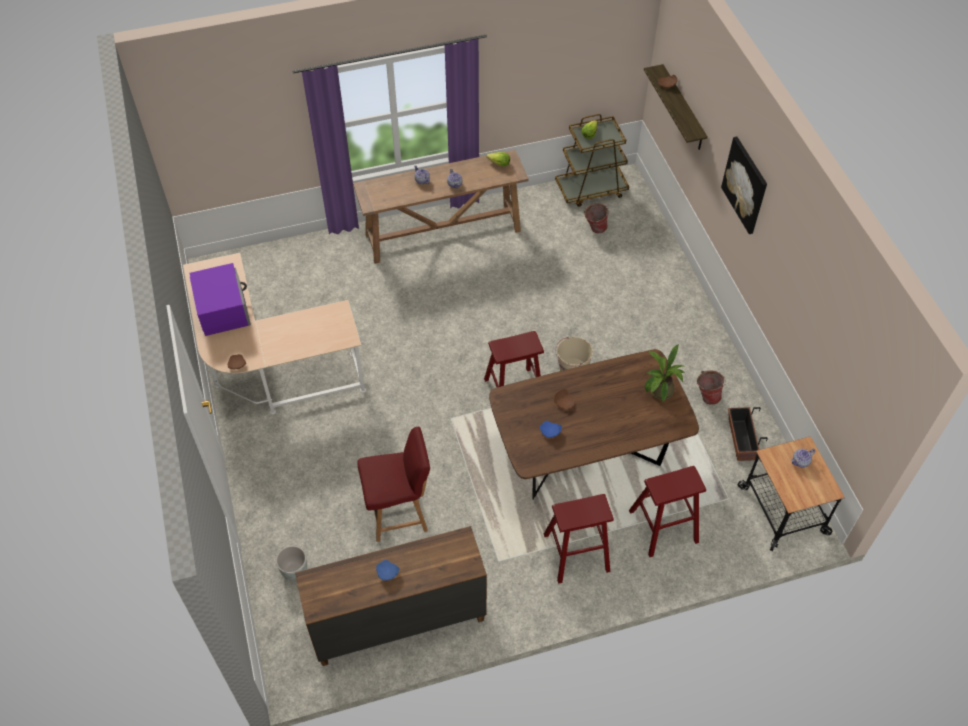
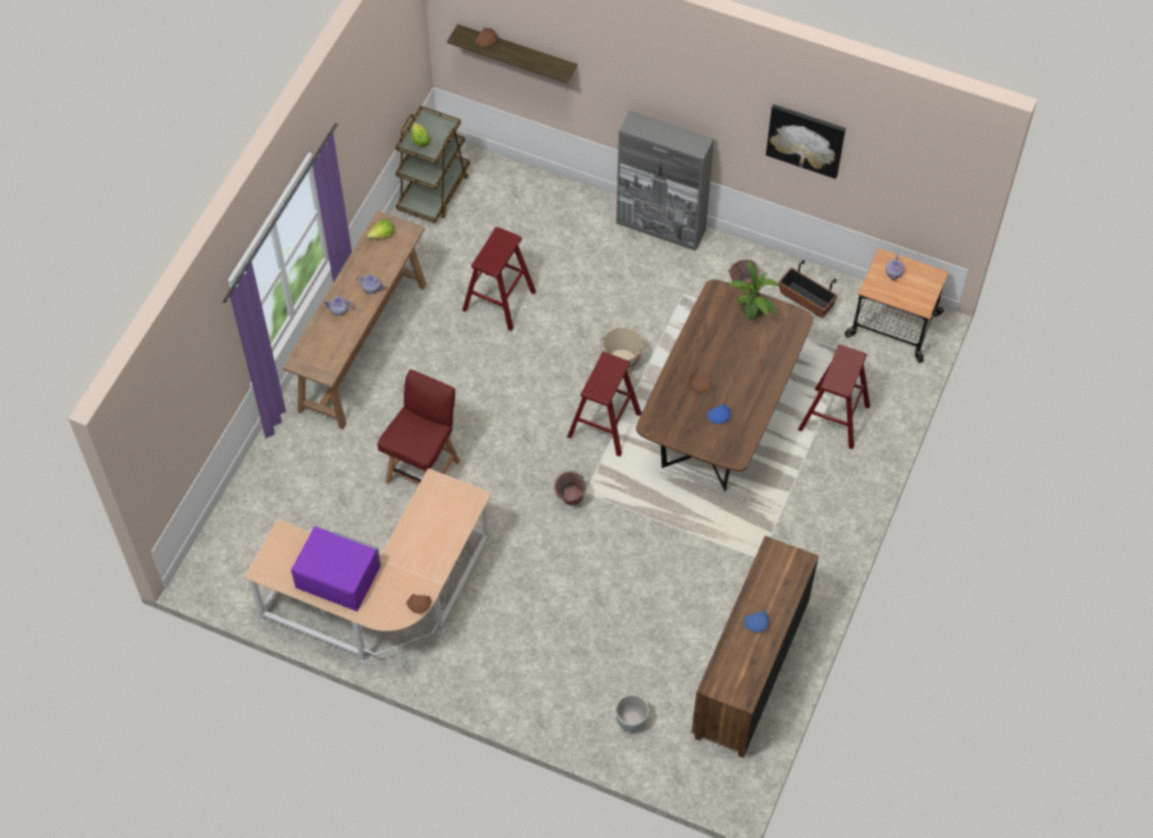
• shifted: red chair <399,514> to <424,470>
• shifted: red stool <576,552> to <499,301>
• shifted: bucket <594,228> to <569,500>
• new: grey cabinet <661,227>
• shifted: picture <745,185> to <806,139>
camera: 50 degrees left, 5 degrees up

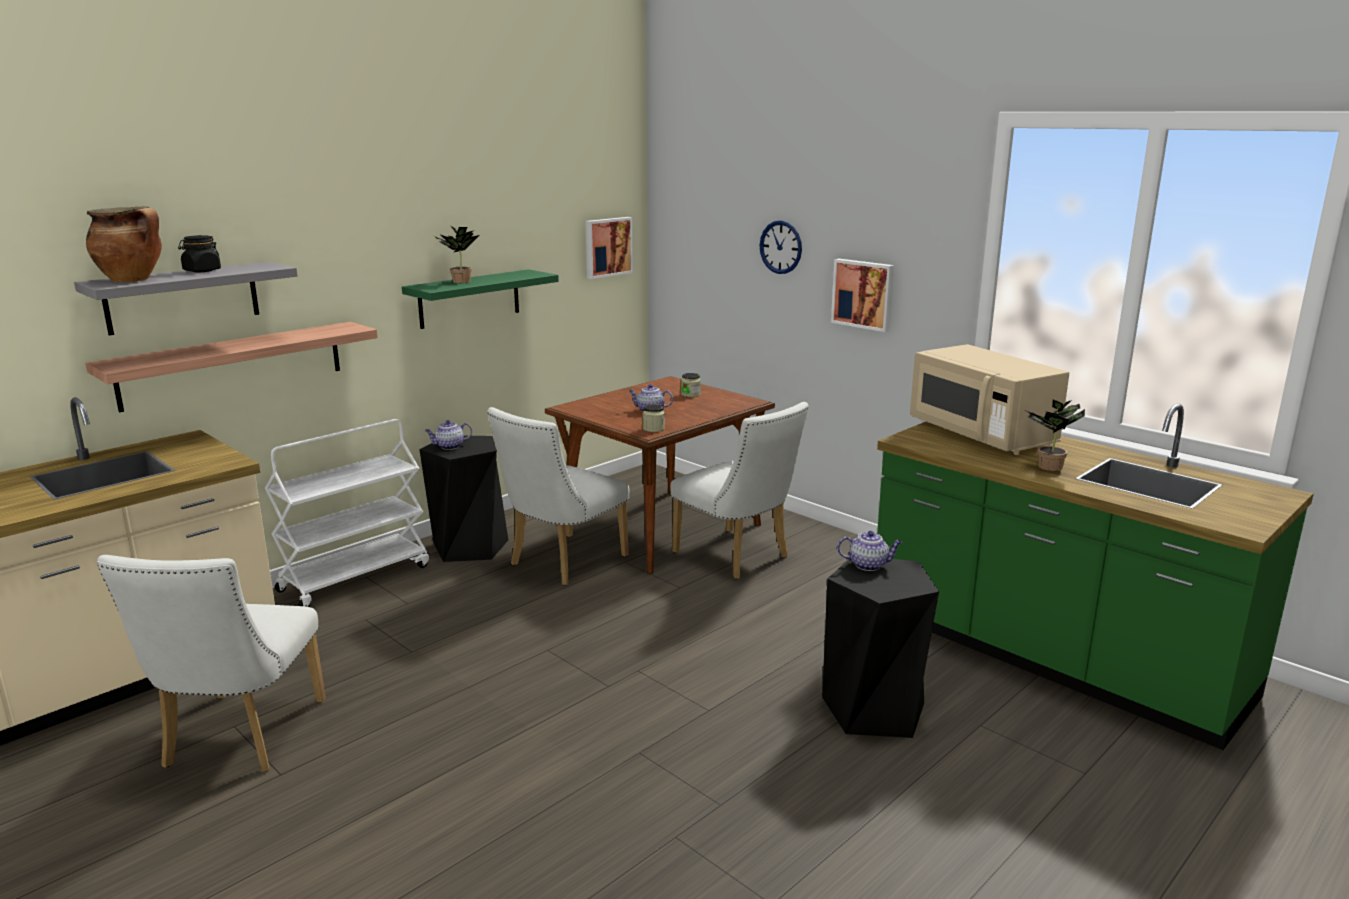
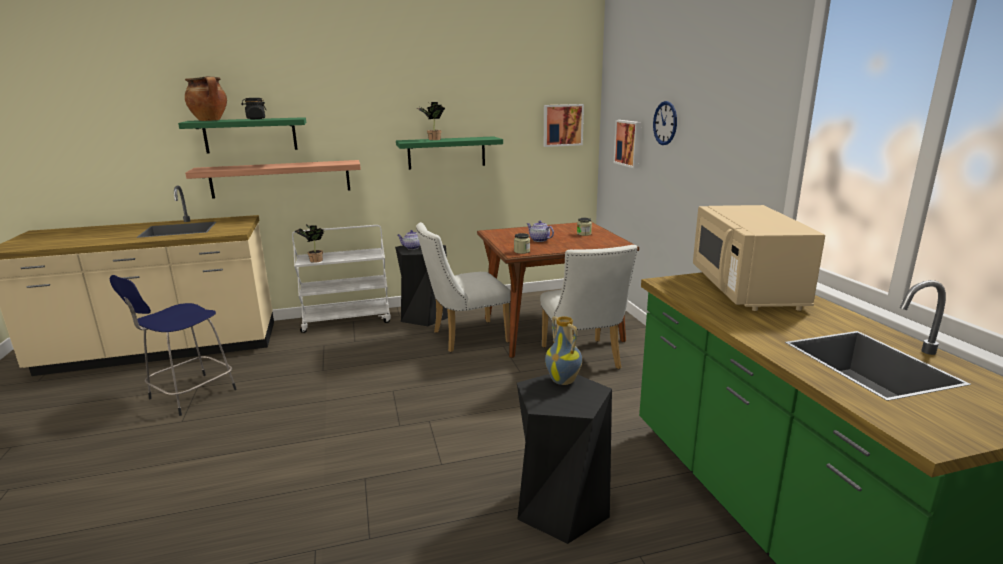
• swapped: white chair <239,740> to blue stool <190,395>
• repainted: grey shelf <182,297> to green shelf <250,135>
• shifted: potted plant <1048,467> to <314,260>
• swapped: teapot <869,565> to vase <564,380>
• shifted: picture <864,294> to <629,143>
camera: 30 degrees right, 0 degrees up

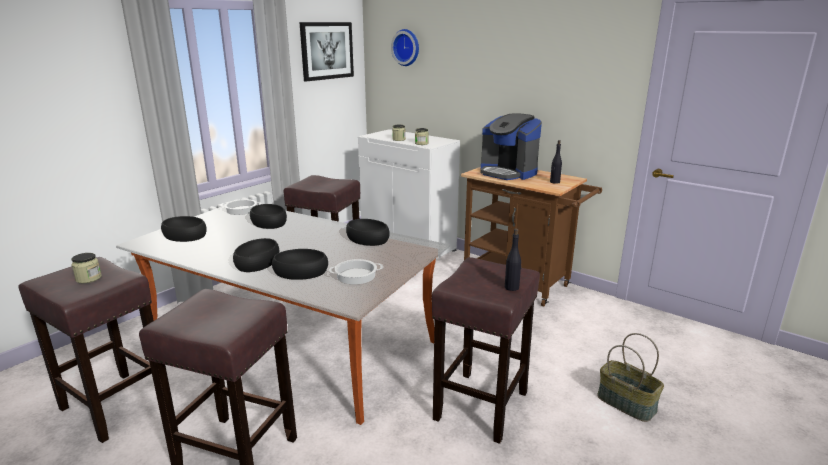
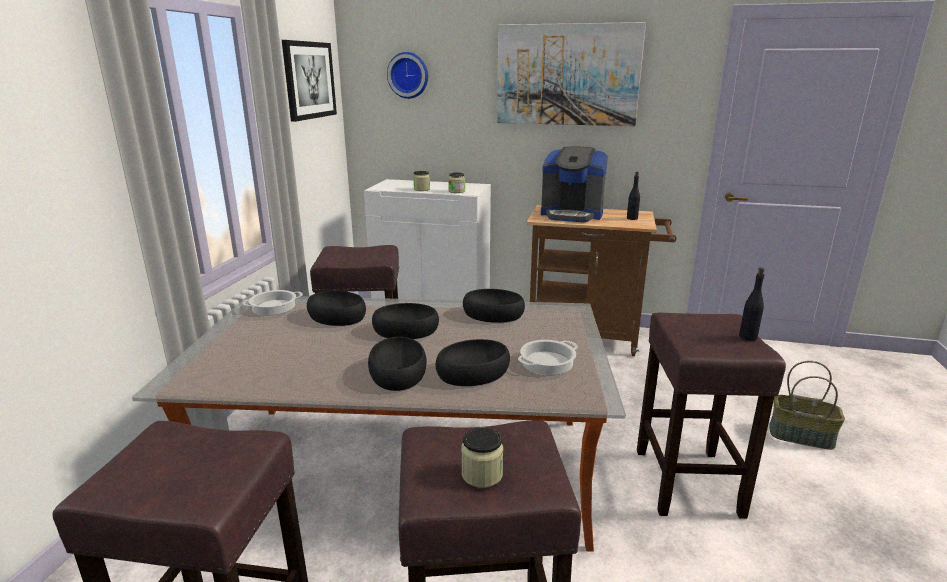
• shifted: black bowl <185,235> to <406,329>
• shifted: jar <88,278> to <482,474>
• new: picture <567,75>
camera: 25 degrees left, 0 degrees up

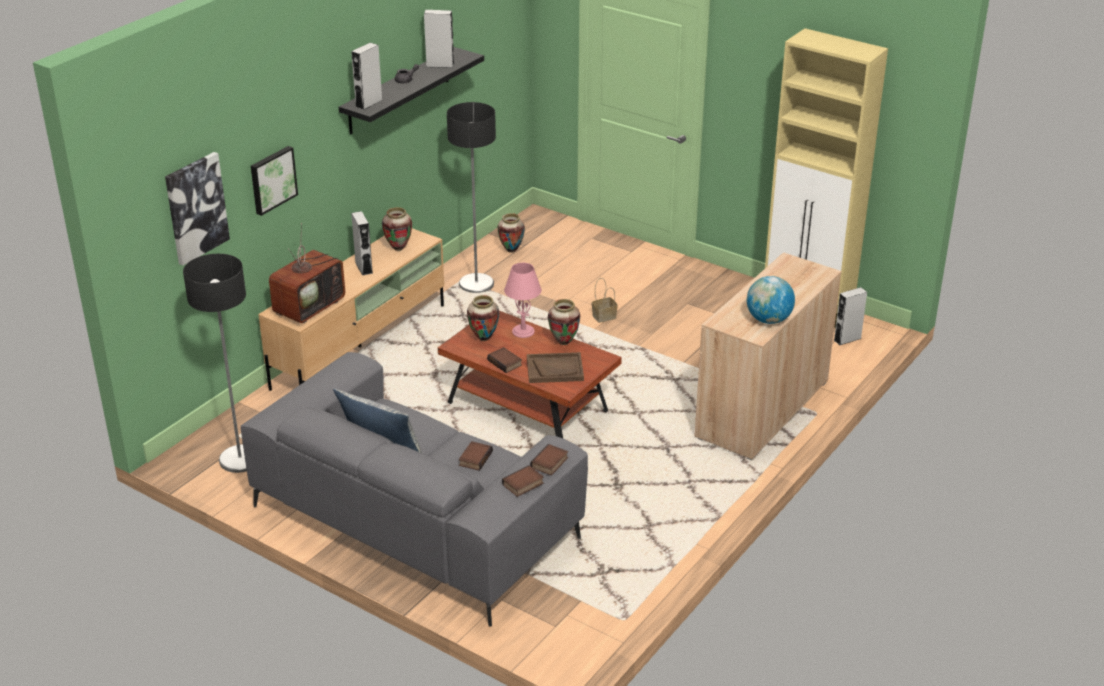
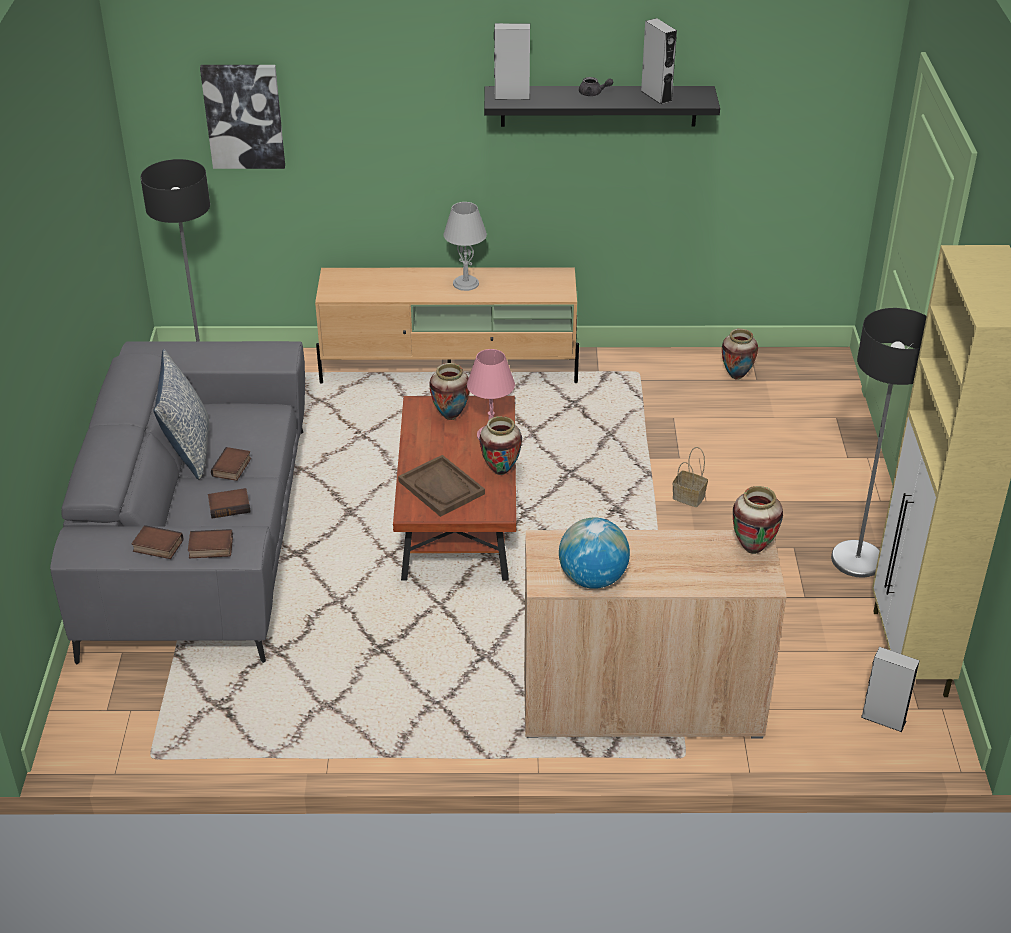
• shifted: book <506,363> to <232,468>
• swapped: grey speaker <364,267> to grey table lamp <466,283>
• shifted: vase <398,248> to <753,548>
• shifted: floor lamp <476,284> to <857,560>
• gone: picture <272,179>
• gone: television <309,306>
camera: 55 degrees right, 5 degrees up

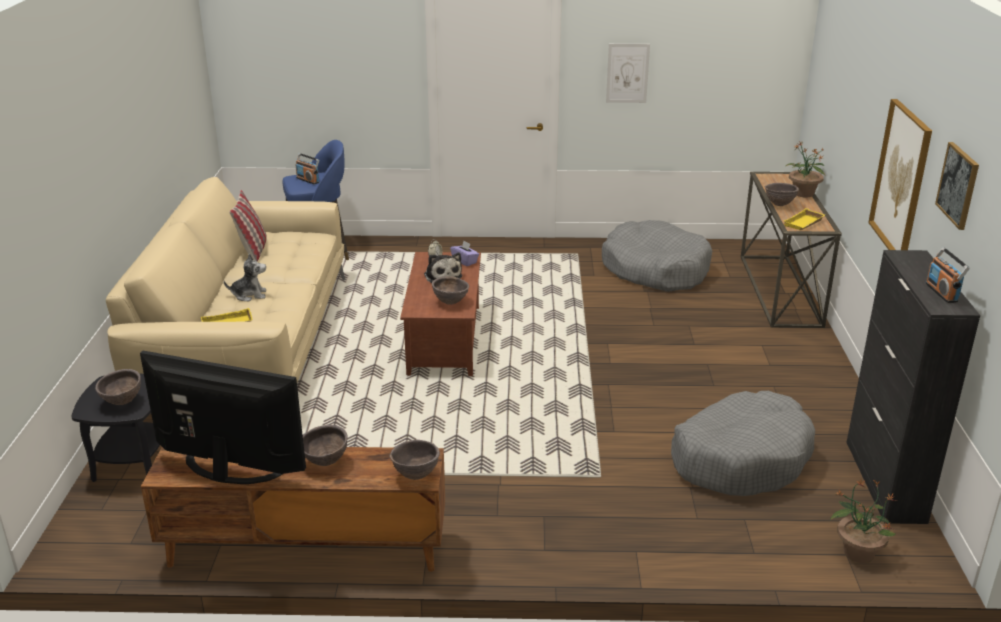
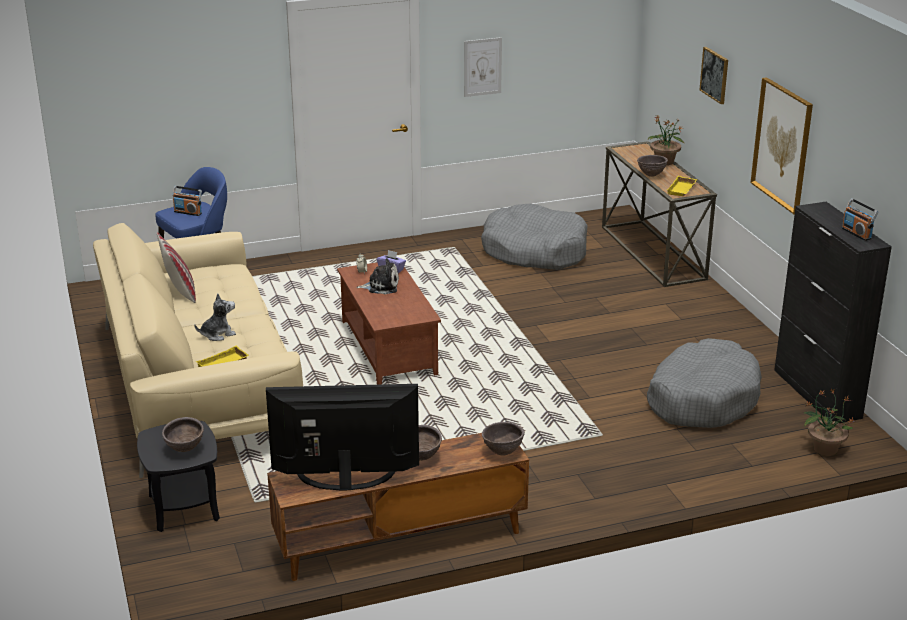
• rotated: plush toy <442,275> = <381,286> 45 degrees counterclockwise
• shifted: picture <958,185> to <715,75>
• gone: brown bowl <450,303>
camera: 20 degrees left, 0 degrees up

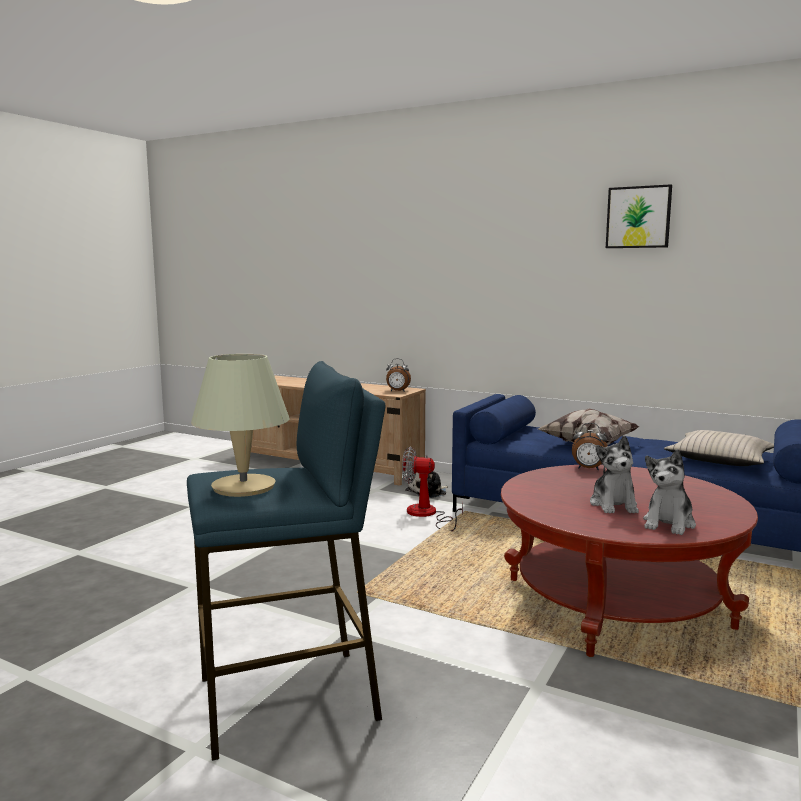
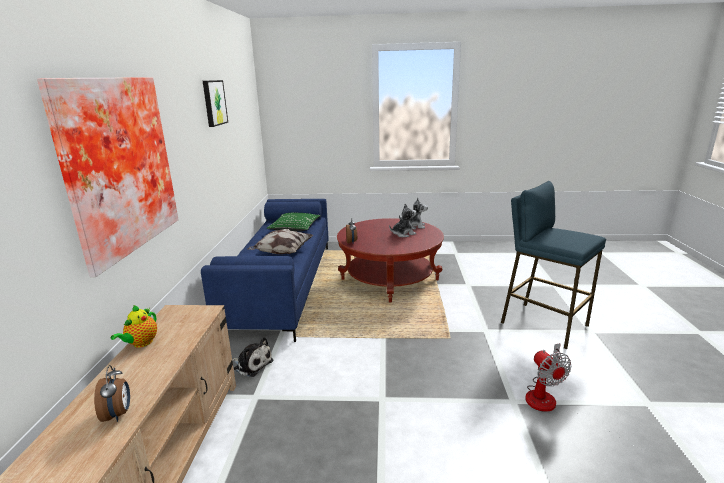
• new: picture <116,166>
• shifted: alarm clock <397,391> to <118,414>
• new: teapot <141,343>
• repainted: beige pillow <719,459> to green pillow <294,228>
• shifted: fan <427,515> to <543,395>
• gone: beige table lamp <244,487>
camera: 115 degrees left, 10 degrees up

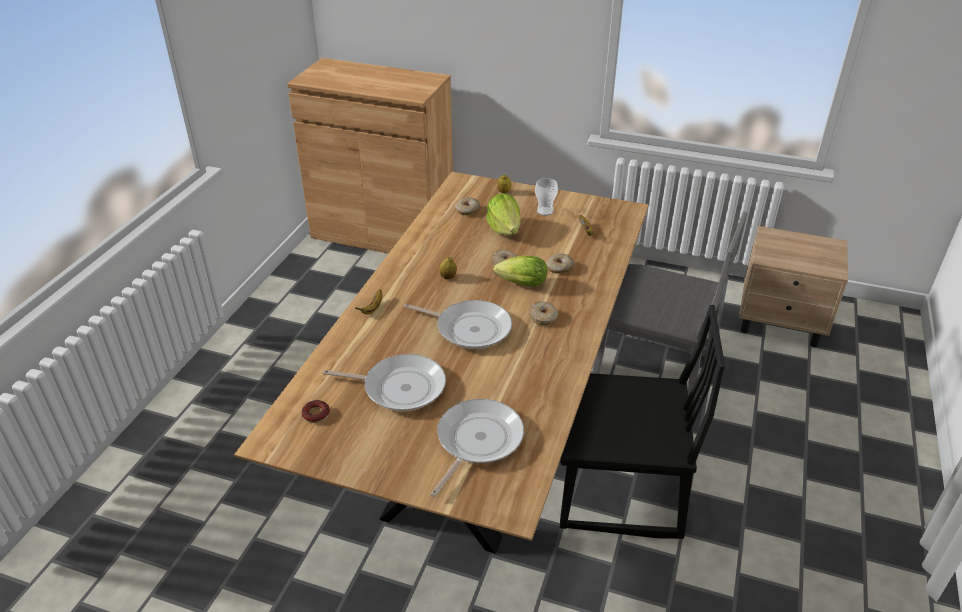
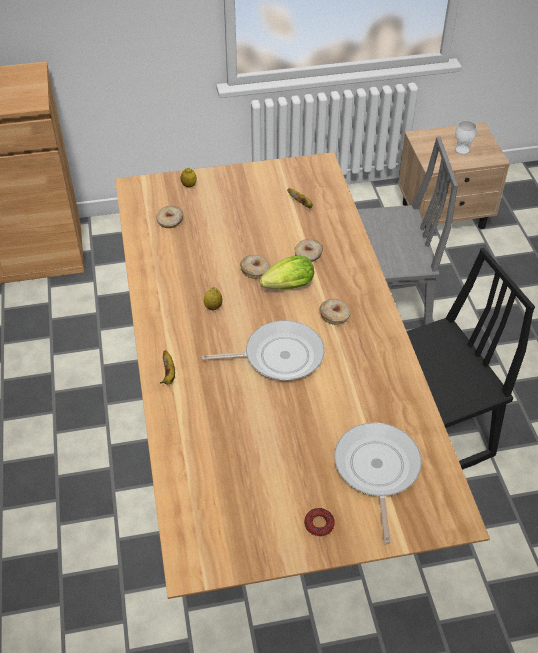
• shifted: donut <316,414> to <319,524>
• shifted: cup <545,211> to <462,150>
• gone: frying pan <400,387>
• gone: lettuce <504,229>
camera: 30 degrees left, 10 degrees up

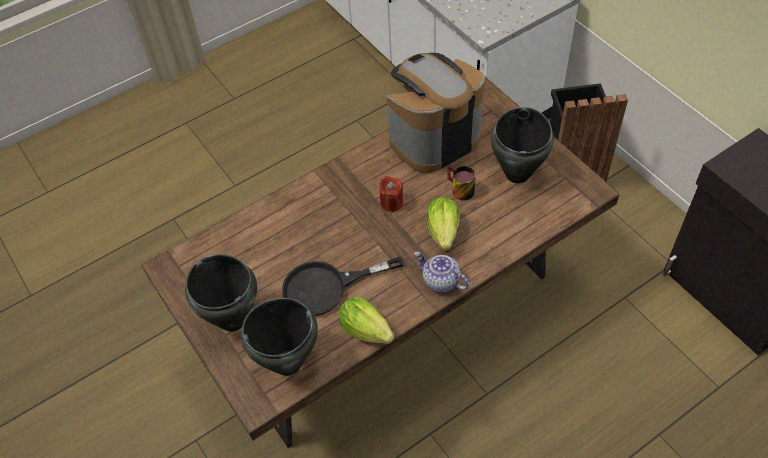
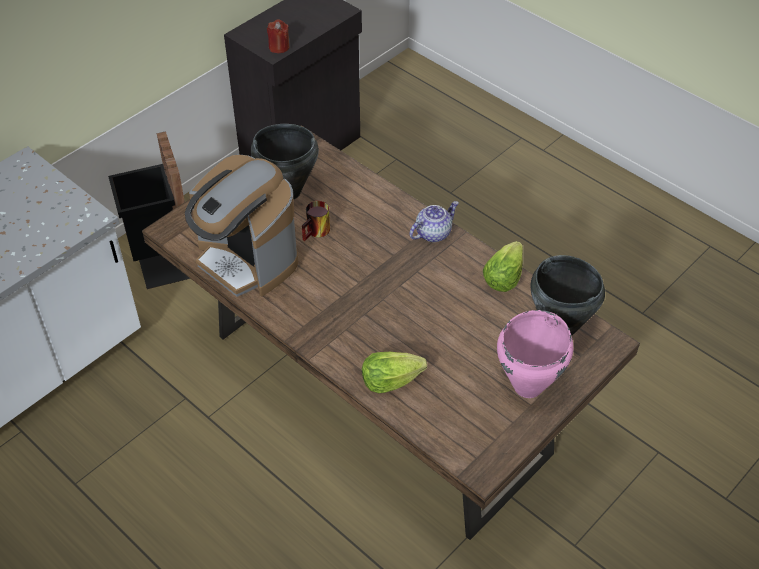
• shifted: red candle <391,202> to <279,47>
• shifted: lettuce <443,231> to <390,381>
• rotated: teapot <440,281> = <433,233> 150 degrees counterclockwise
• repainted: black cooking pot <232,320> to pink cooking pot <528,386>
• gone: black frying pan <327,287>
camera: 105 degrees left, 5 degrees down

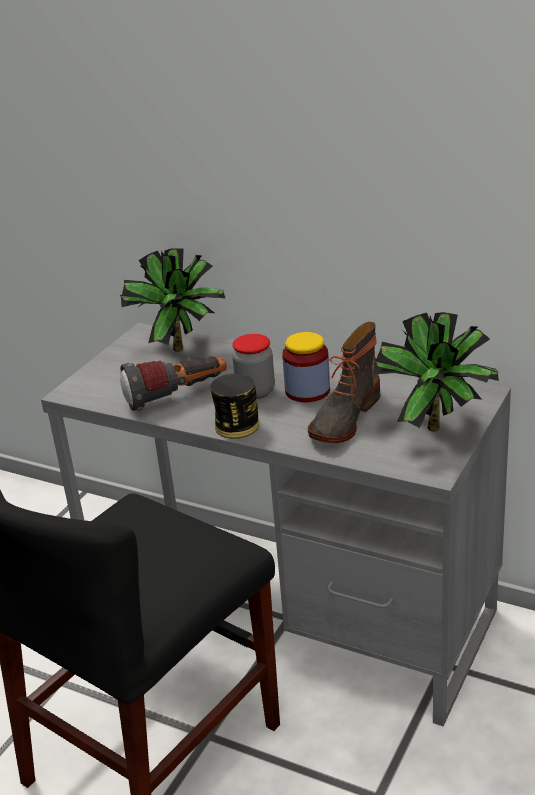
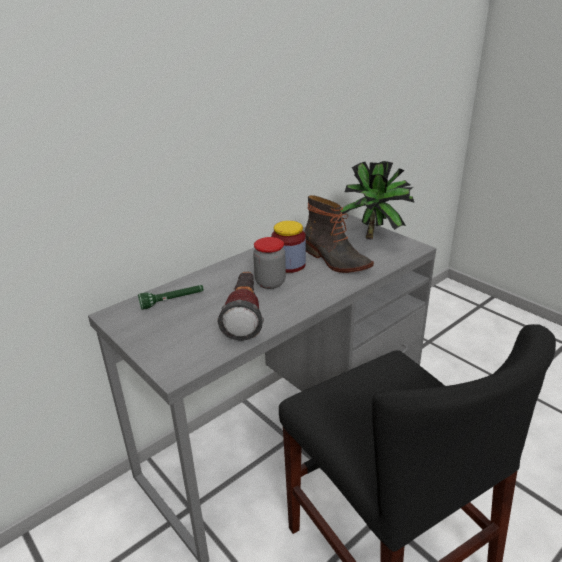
• swapped: potted plant <183,352> to green flashlight <172,301>
• gone: can <237,426>
camera: 70 degrees left, 0 degrees up

